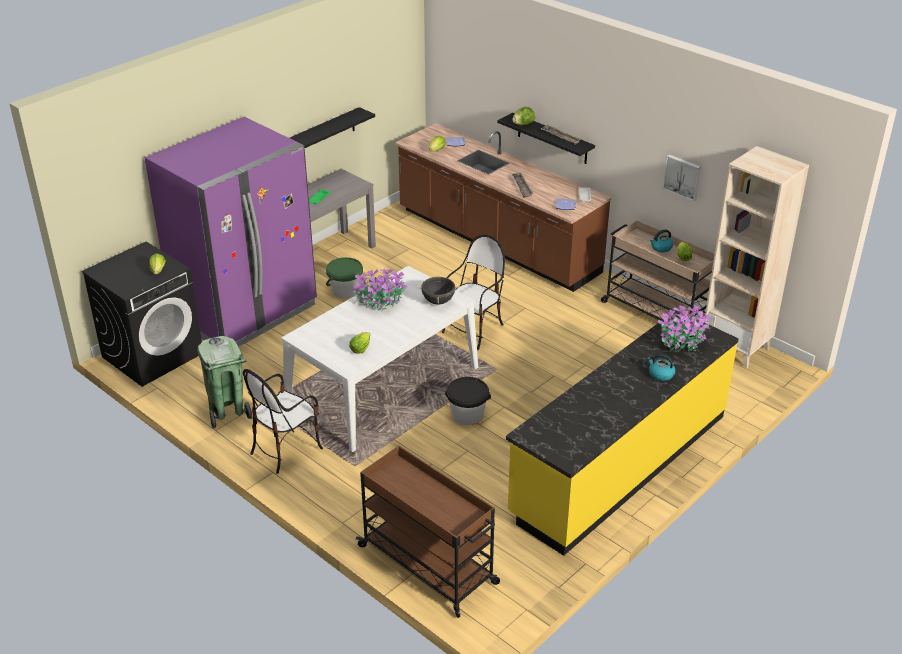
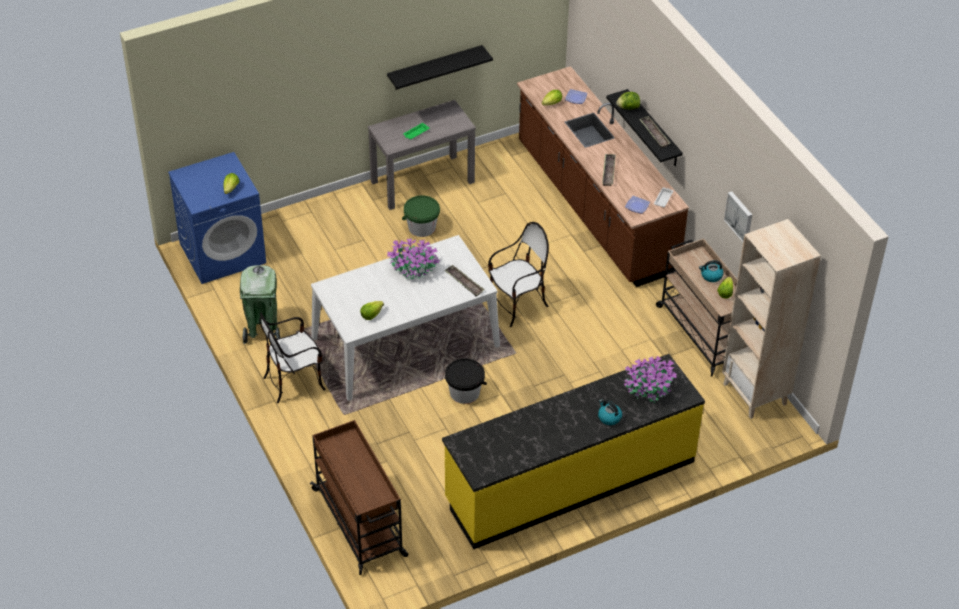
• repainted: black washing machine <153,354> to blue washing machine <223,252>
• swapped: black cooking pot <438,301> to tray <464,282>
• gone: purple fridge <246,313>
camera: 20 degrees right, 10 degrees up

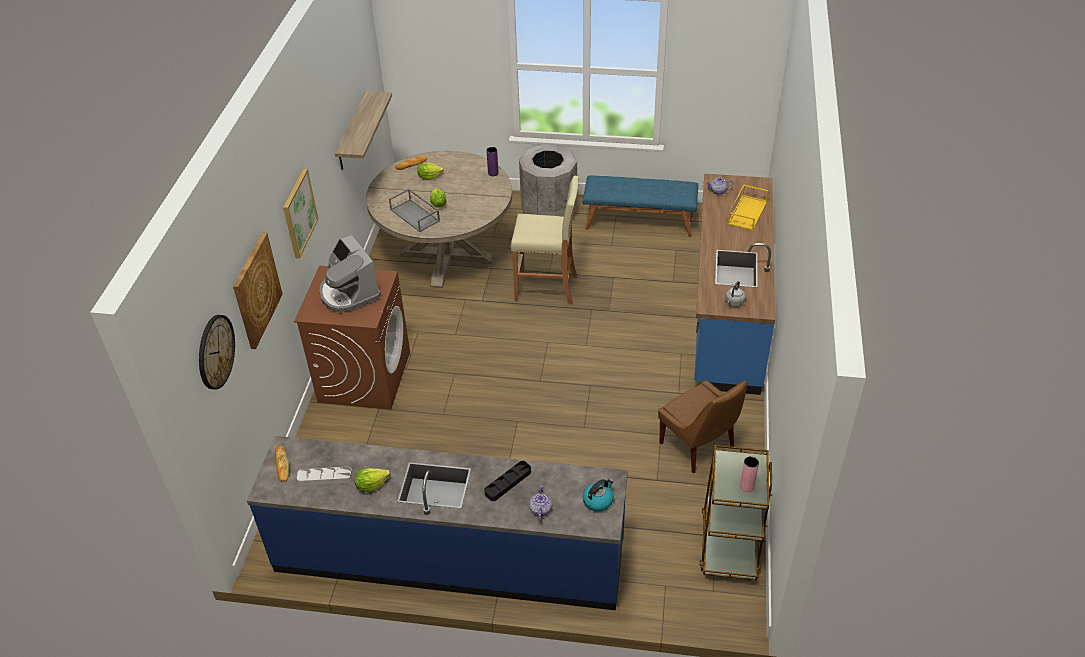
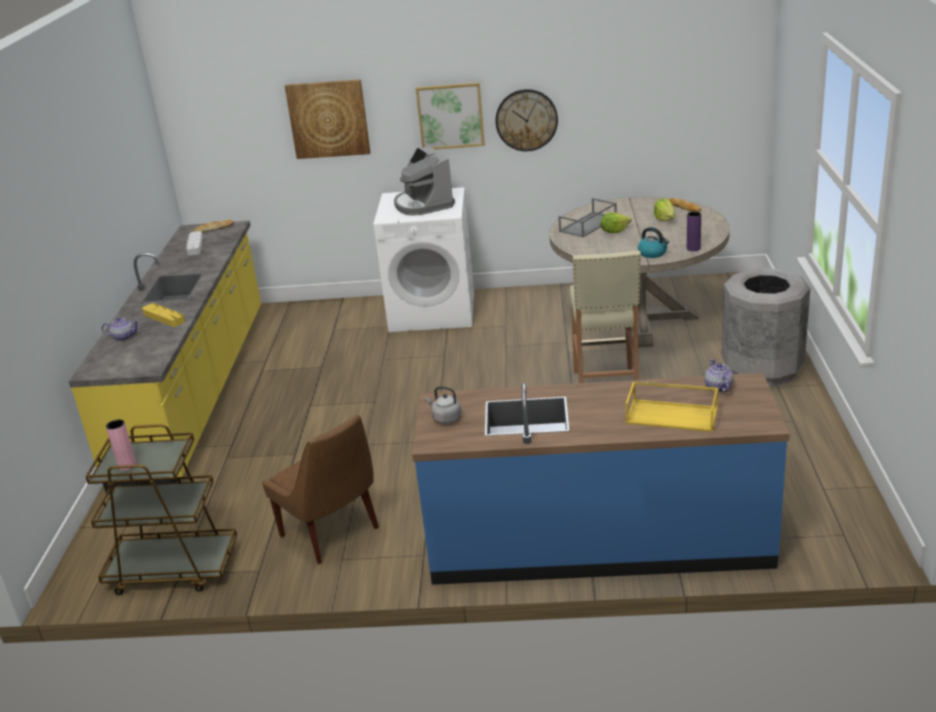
• repainted: blue counter <449,557> to yellow counter <197,392>
• repainted: black tray <508,483> to yellow tray <164,318>
• rotated: brown chair <698,446> = <332,533> 90 degrees counterclockwise
• repainted: brown washing machine <364,376> to white washing machine <433,311>
• rotated: coffee machine <349,293> = <423,204> 75 degrees counterclockwise
• shifted: wall clock <215,351> to <526,120>
• shifted: kettle <598,500> to <653,253>
• gone: shelf <352,132>
• gone: lettuce <371,485>
• gone: blue bench <639,221>
camera: 85 degrees right, 15 degrees down

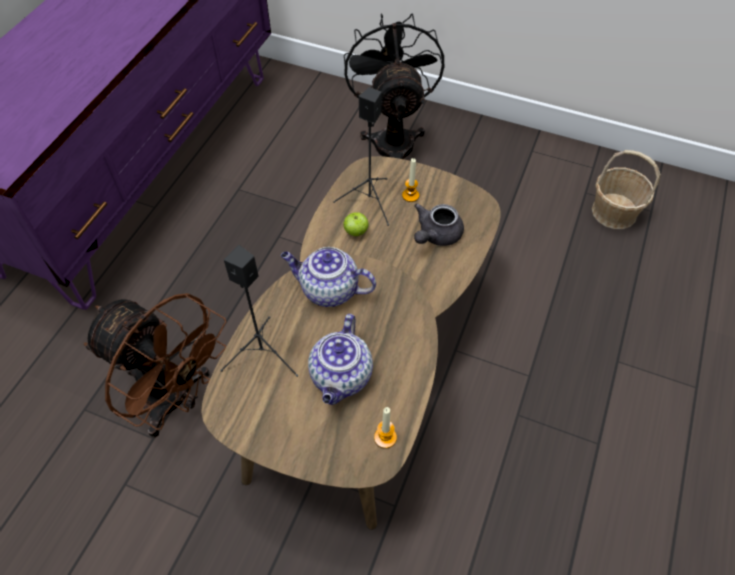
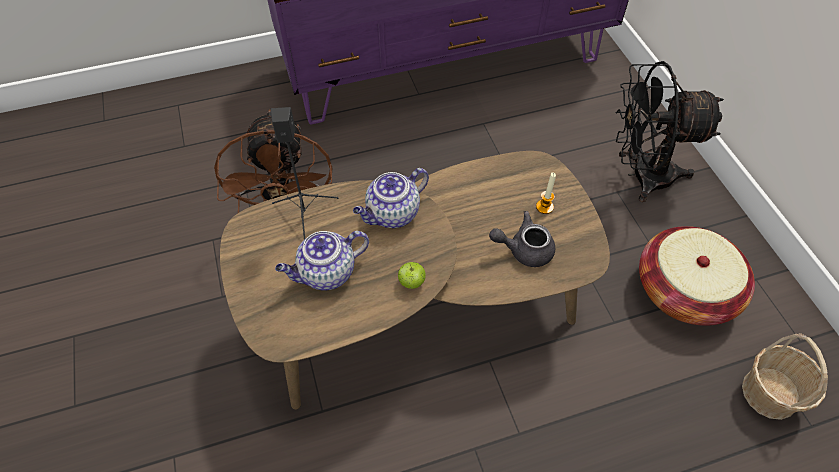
• rotated: teapot <328,290> = <392,214> 105 degrees counterclockwise
• shifted: apple <356,232> to <411,282>
• rotated: black fan <393,139> = <641,175> 135 degrees counterclockwise
• new: basket <684,291>
• gone: black speaker <370,202>
• gone: candle <385,437>
camera: 50 degrees right, 0 degrees up

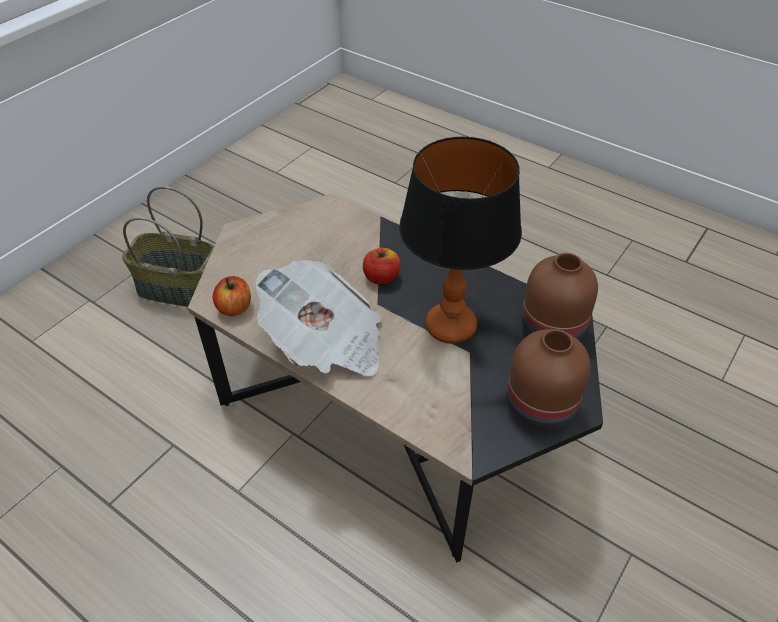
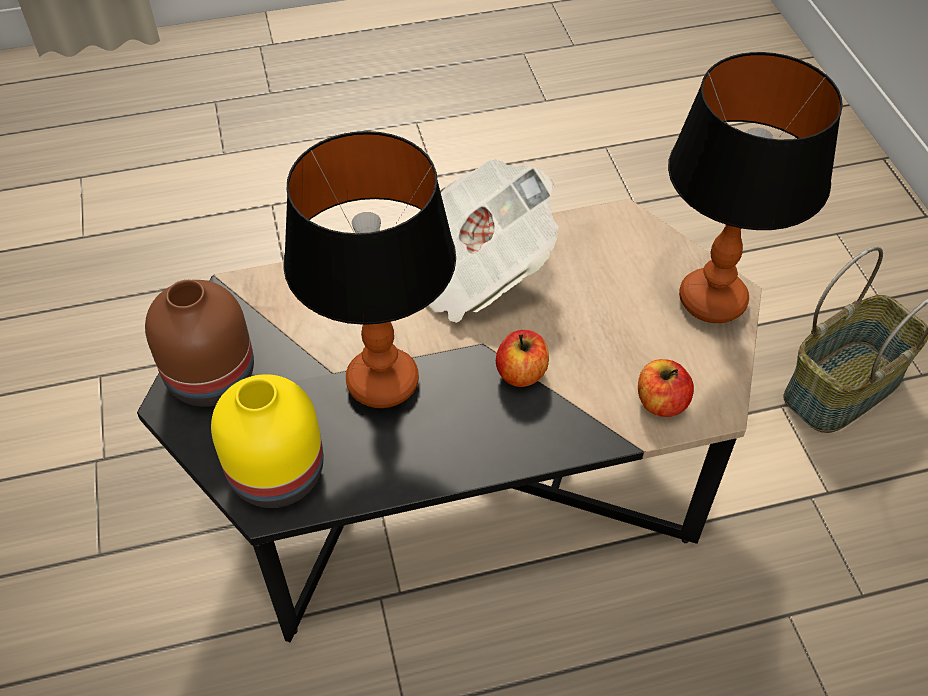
• repainted: brown vase <553,328> to yellow vase <275,475>
• shifted: apple <235,308> to <661,402>
• new: table lamp <712,301>
camera: 130 degrees right, 5 degrees up

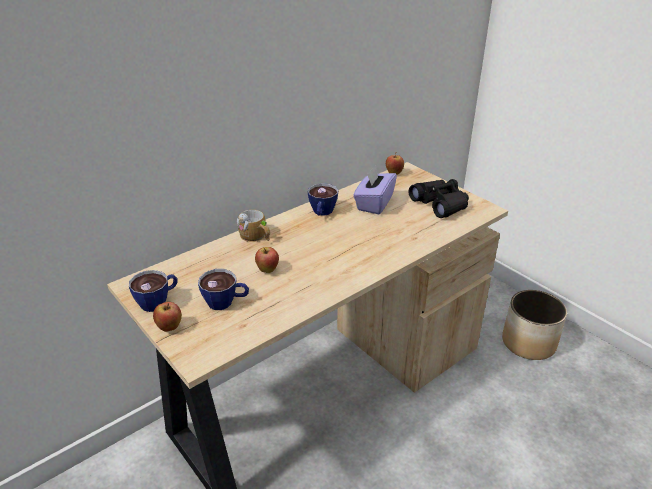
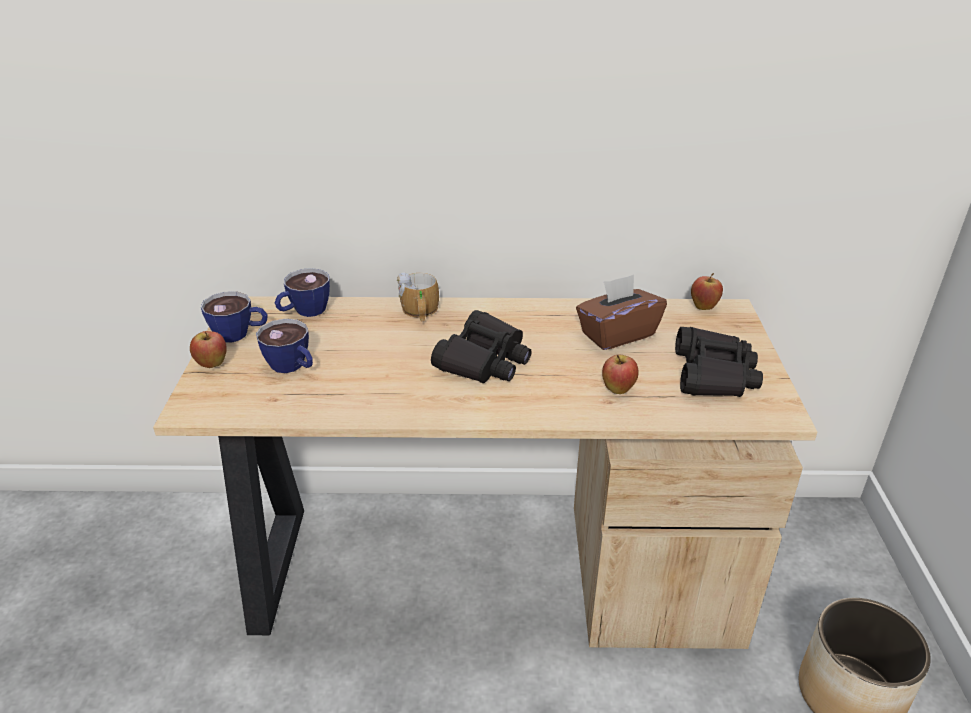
• shifted: cup <322,213> to <304,312>
• new: black binoculars <484,361>
• repainted: purple tissue box <374,203> to brown tissue box <617,334>
• shifted: apple <267,270> to <618,390>
camera: 40 degrees right, 0 degrees up

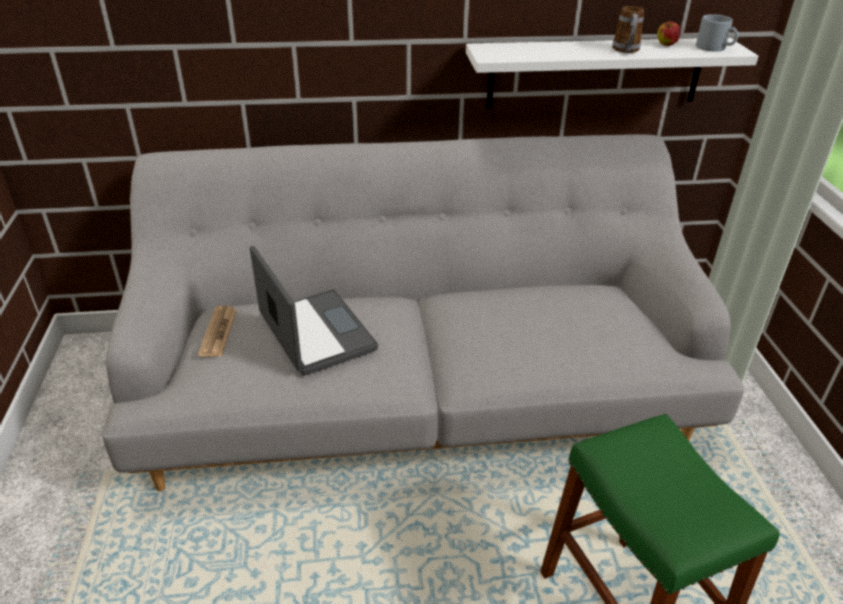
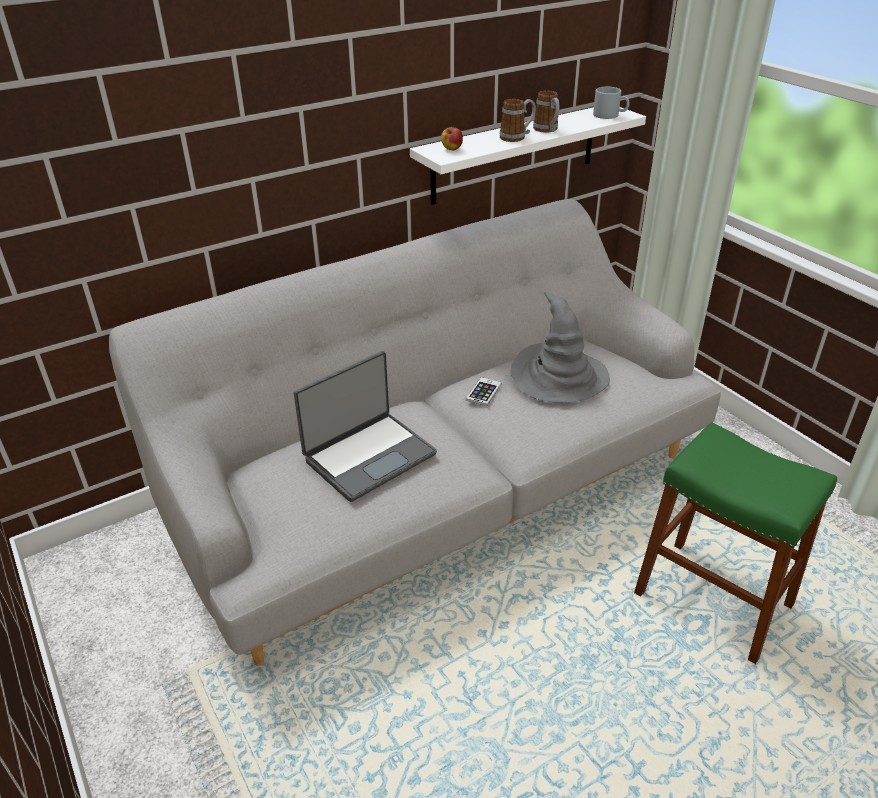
• rotated: laptop <315,333> = <369,456> 105 degrees clockwise
• shifted: apple <666,45> to <451,149>
• new: phone <483,392>
• new: mug <517,137>
• new: grey hat <559,377>
• gone: newspaper <218,332>
camera: 25 degrees left, 0 degrees up

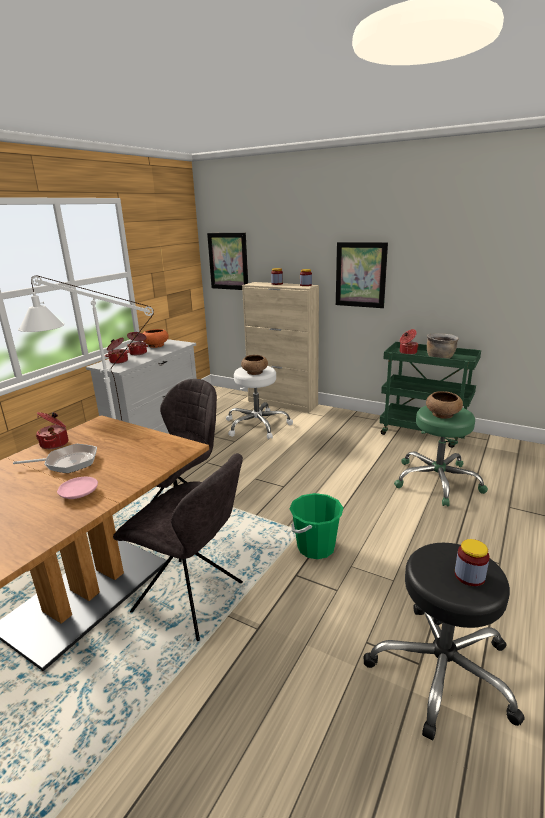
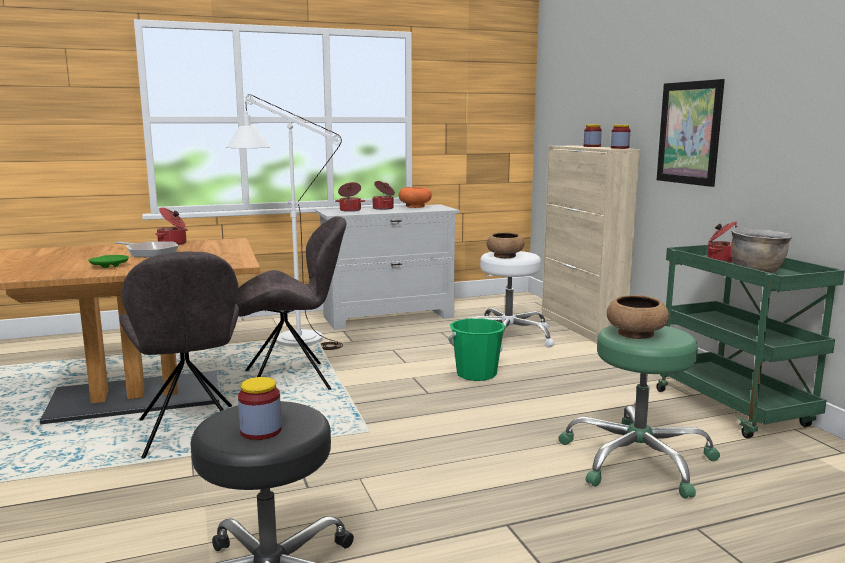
• repainted: pink plate <78,493> to green plate <109,266>
• shifted: green bucket <315,547> to <476,374>
• gone: picture <228,261>
camera: 40 degrees right, 10 degrees down

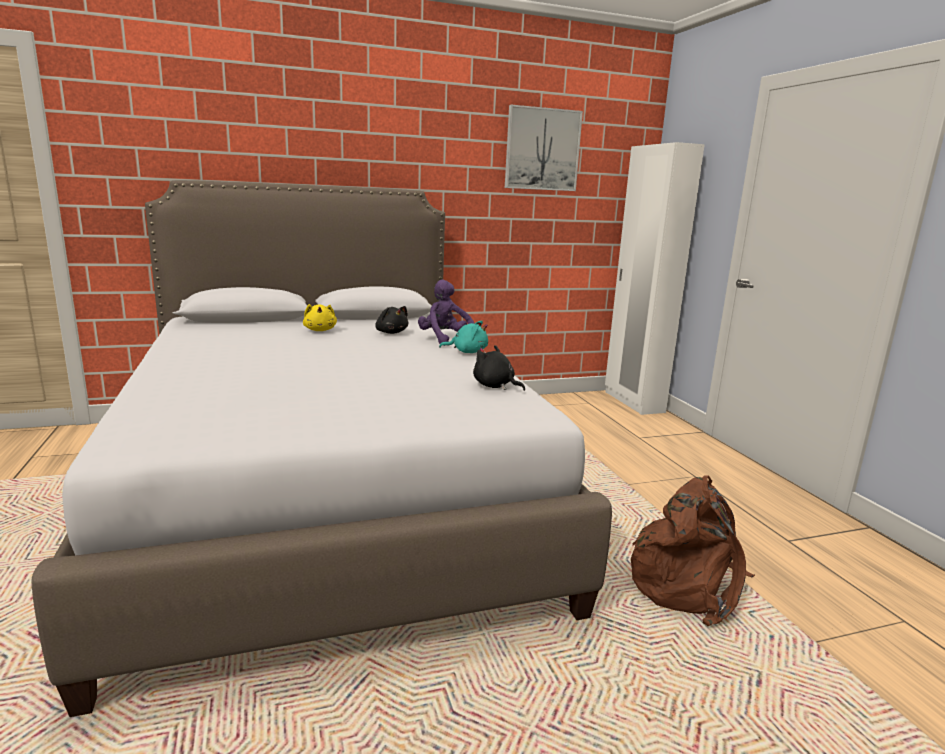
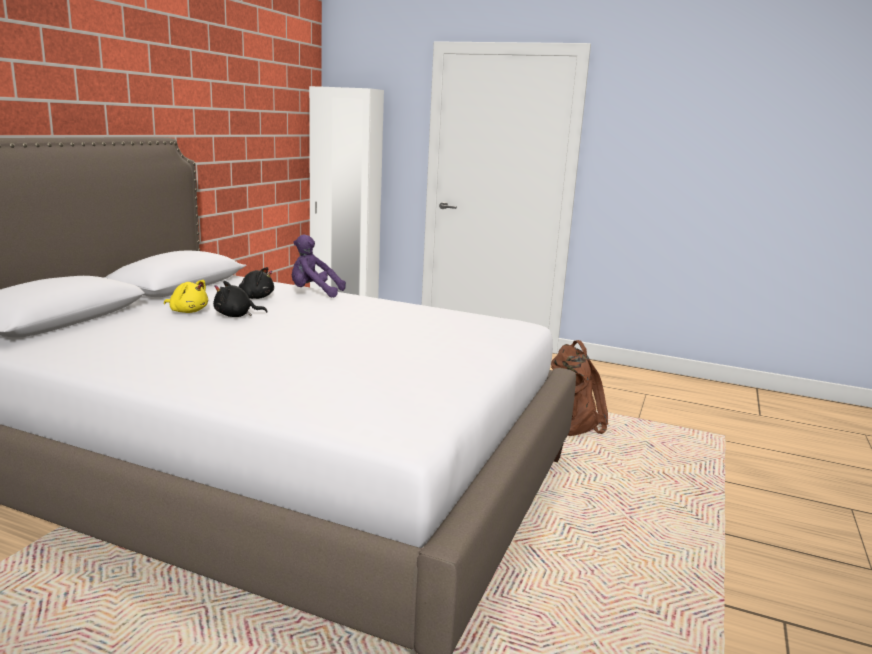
• shifted: black plush toy <495,386> to <236,315>
• gone: turquoise plush toy <467,352>
• gone: picture <542,149>
camera: 50 degrees left, 0 degrees up

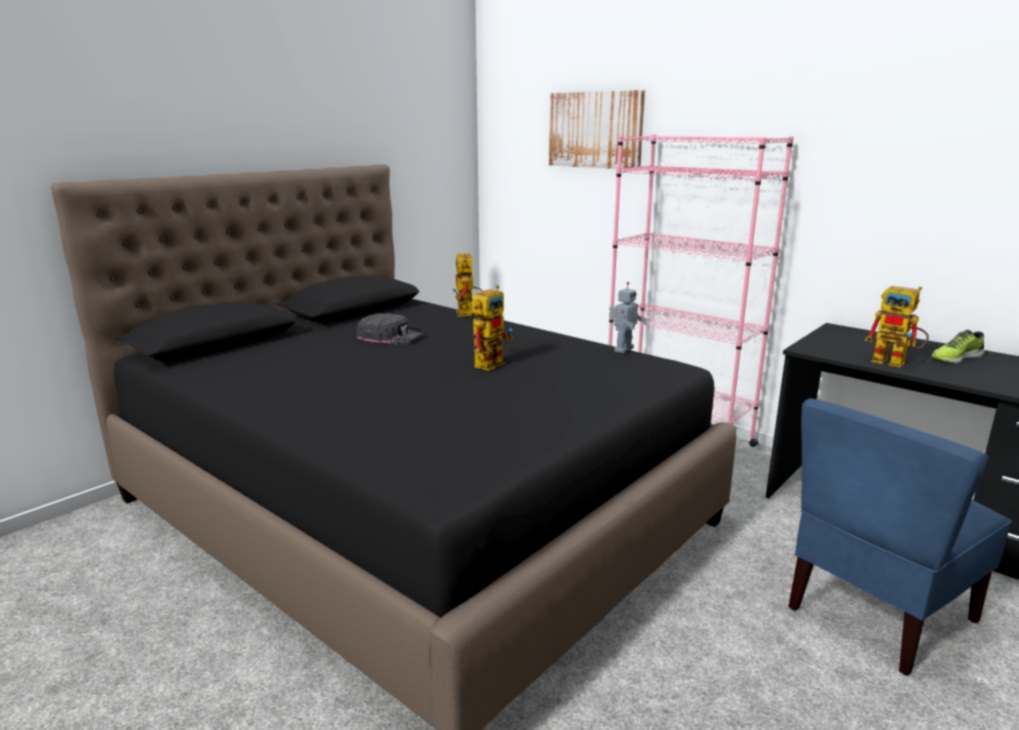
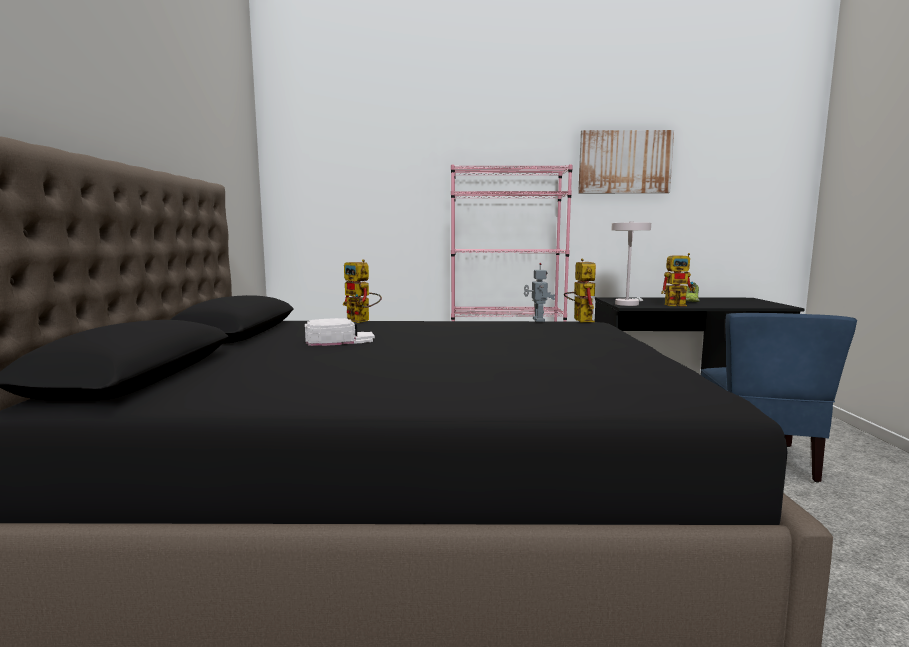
• repainted: black cap <391,336> to white cap <339,340>
• shifted: toy robot <491,362> to <579,319>
• shifted: picture <595,130> to <624,162>
• new: white table lamp <628,303>
camera: 40 degrees left, 10 degrees down

